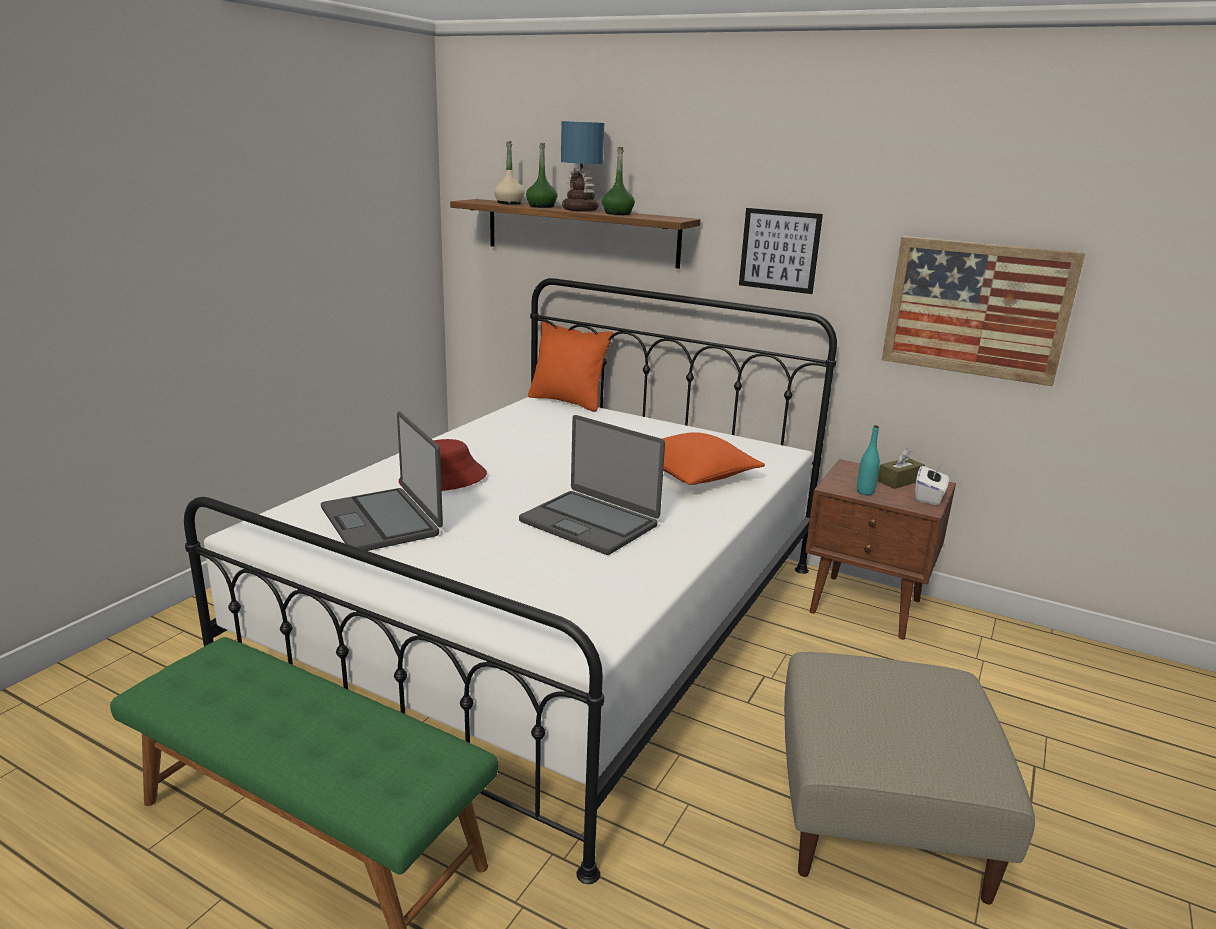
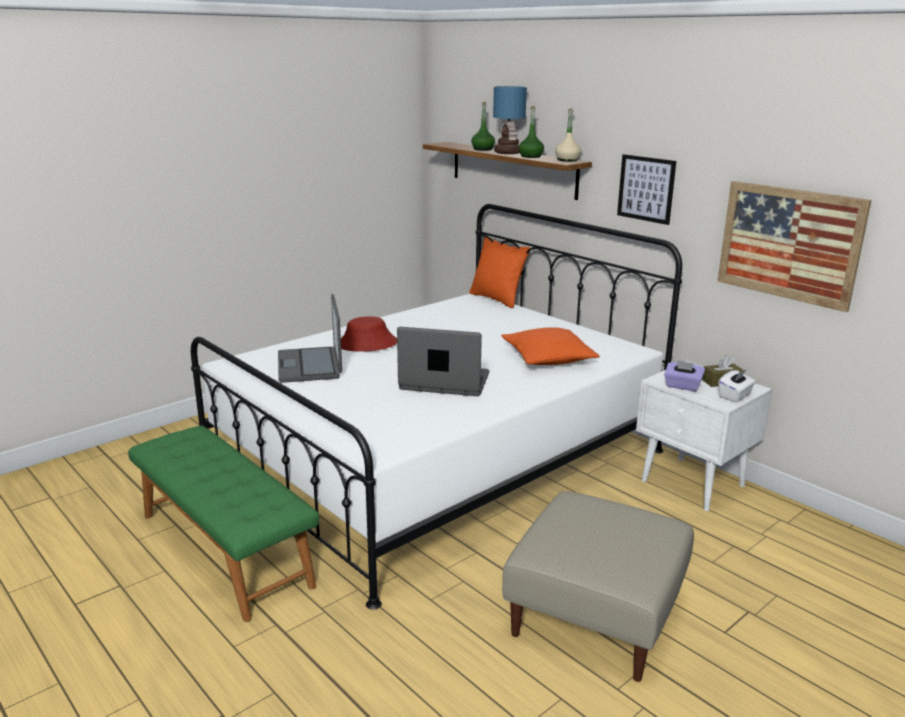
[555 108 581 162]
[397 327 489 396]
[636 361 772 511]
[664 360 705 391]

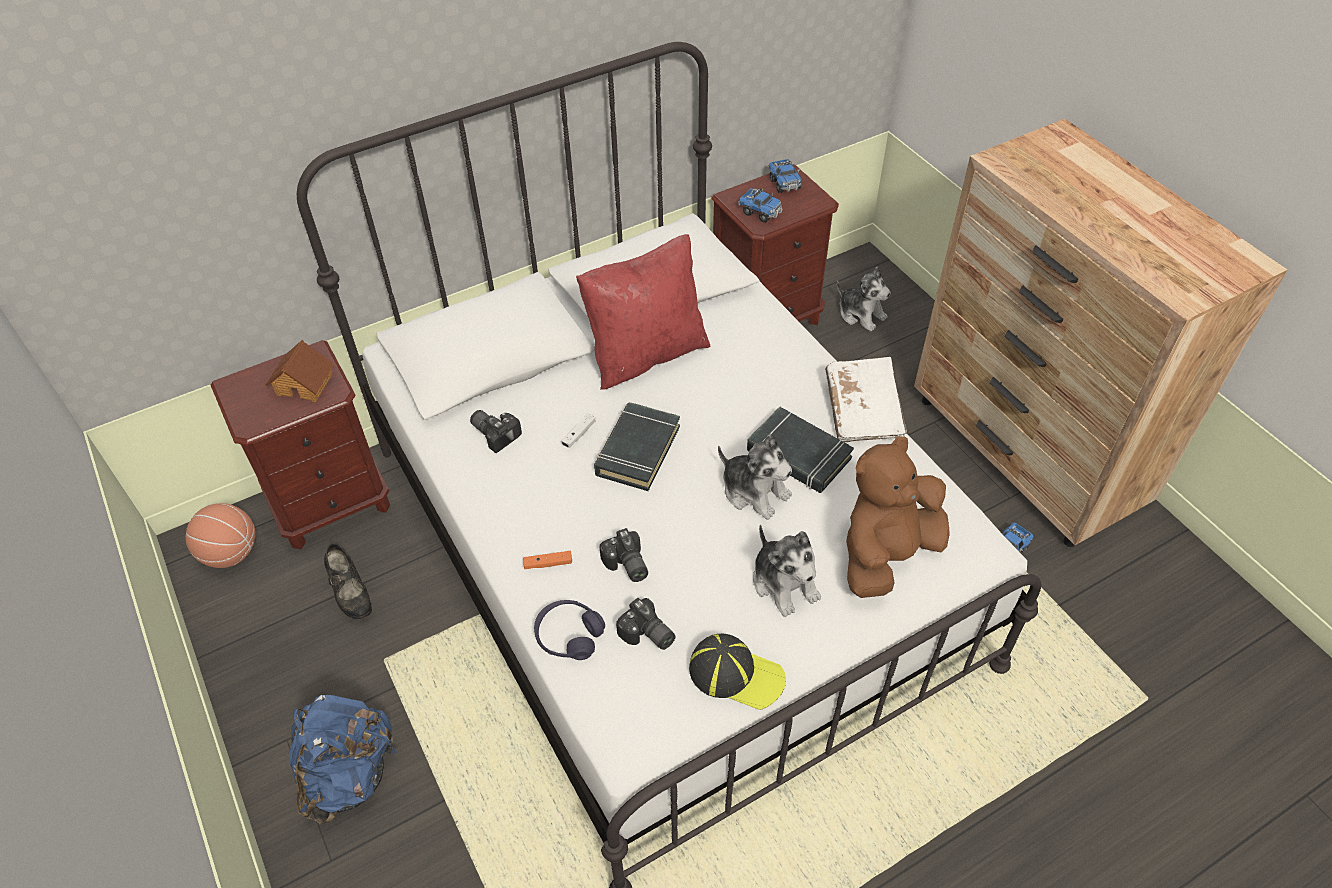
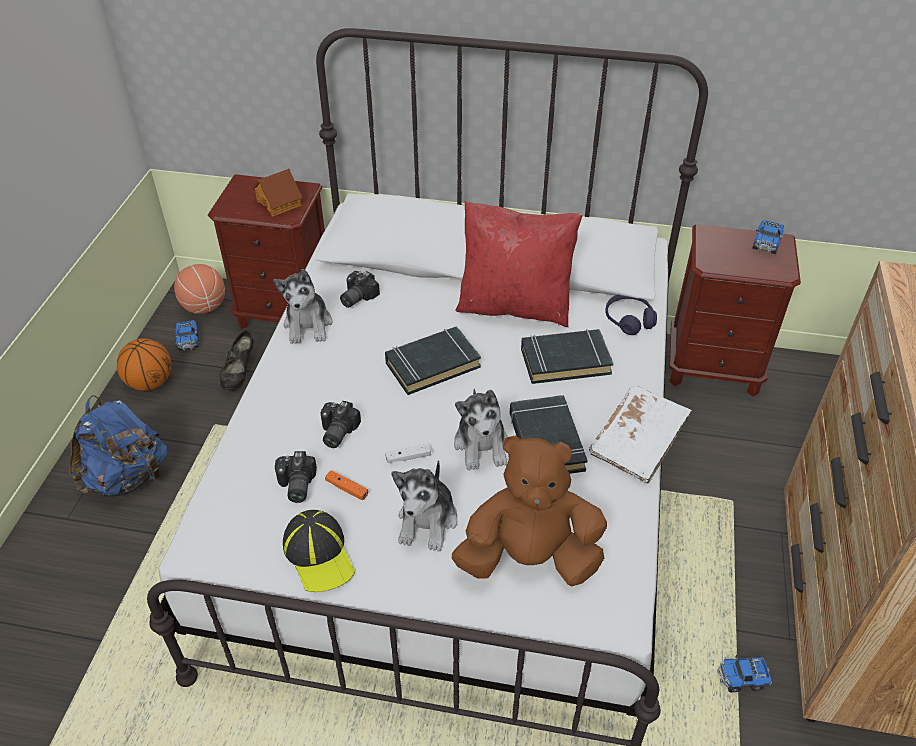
[340 271 380 308]
[325 470 368 500]
[605 295 657 335]
[385 444 431 463]
[174 320 199 351]
[273 269 333 344]
[117 338 171 391]
[521 329 614 384]

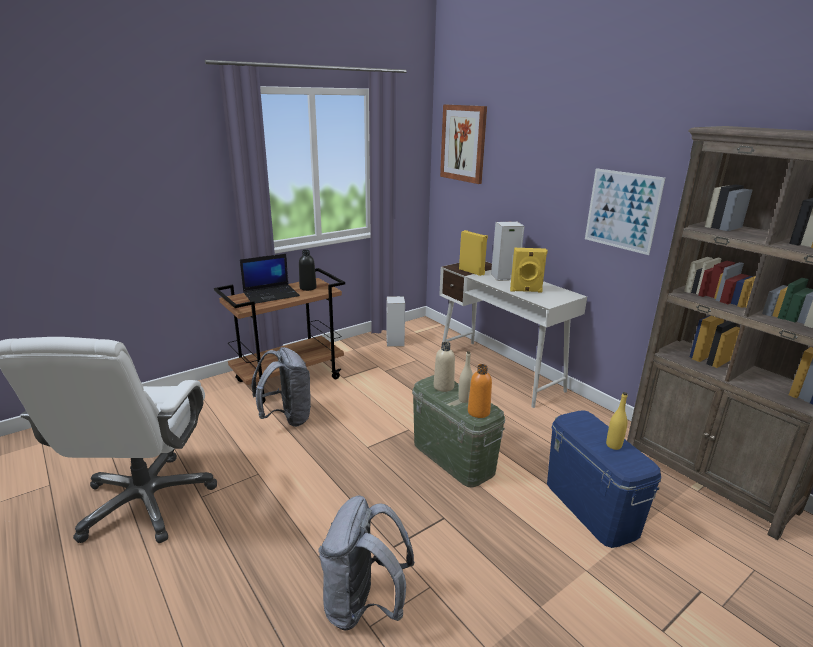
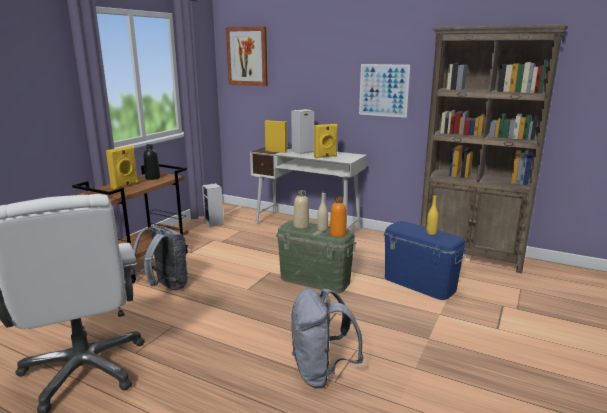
[106 146 138 189]

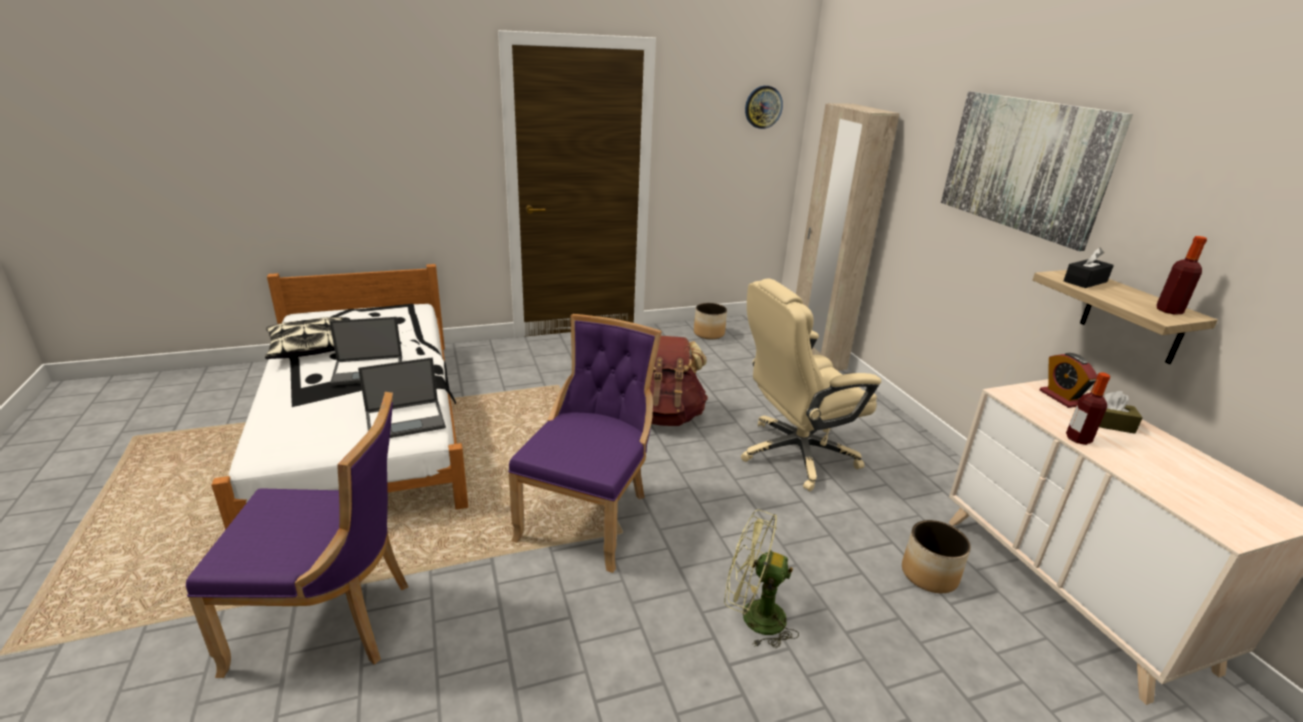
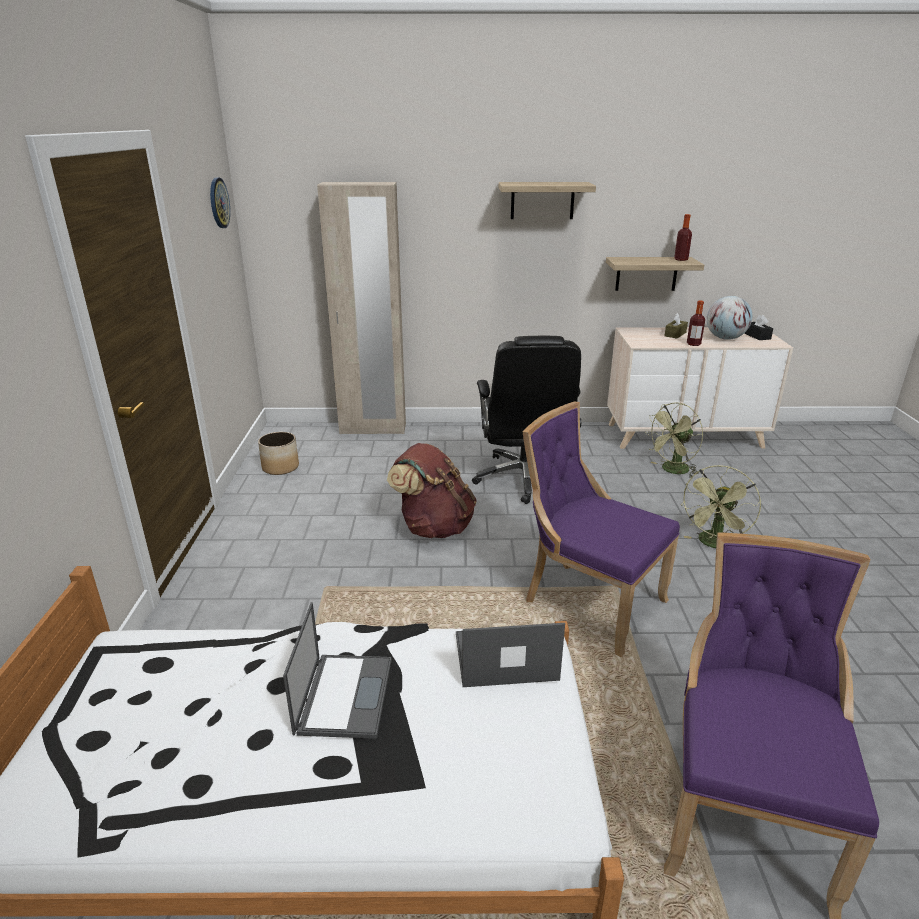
[265 317 343 359] (first image)
[456 623 565 687]
[472 336 581 504]
[645 402 703 478]
[499 182 596 219]
[1039 353 1097 408] (first image)
[744 314 773 340]
[707 296 752 340]

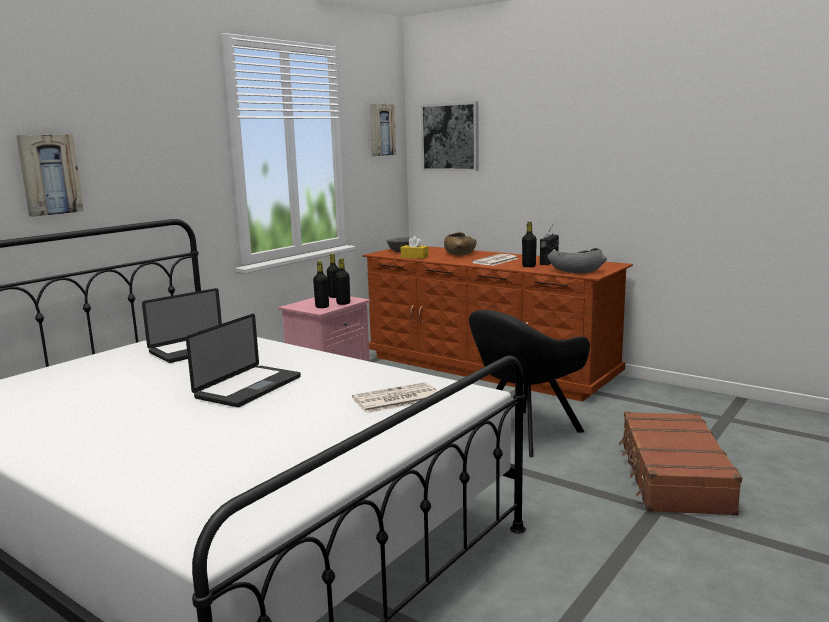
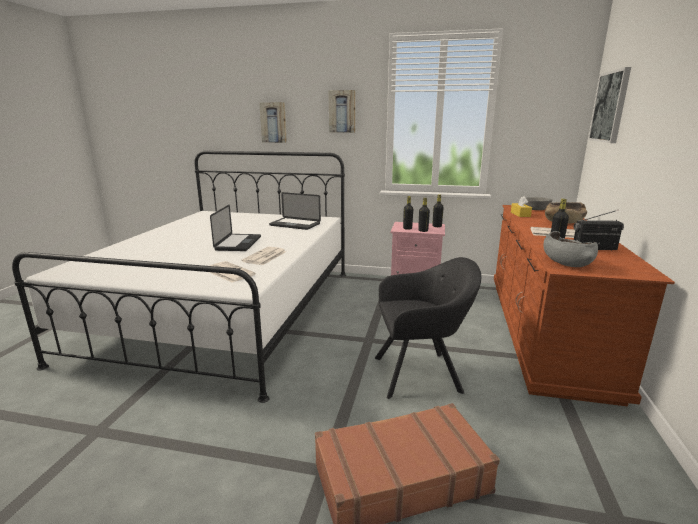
[210 205 261 251]
[329 90 356 133]
[375 257 481 399]
[241 247 286 265]

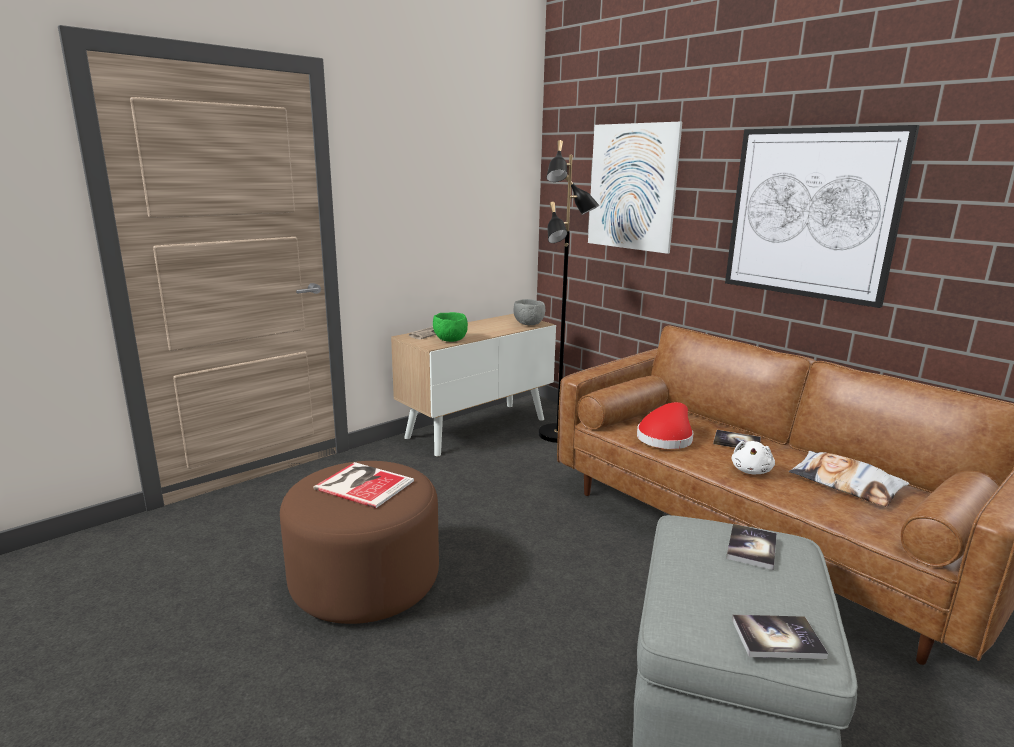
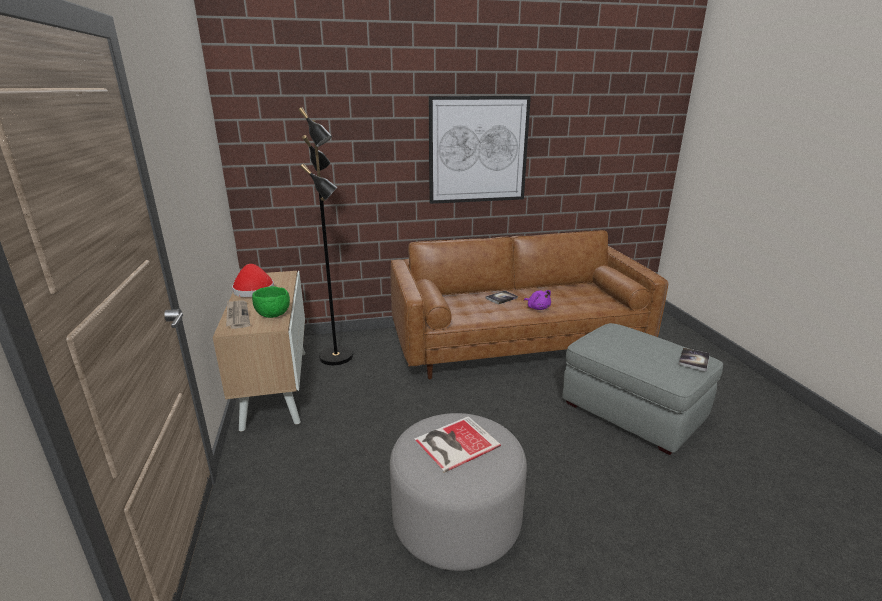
[390 413 527 571]
[514 299 545 325] (first image)
[588 122 683 254] (first image)
[232 264 274 297]
[726 524 777 570] (first image)
[524 290 551 310]
[789 451 909 507] (first image)

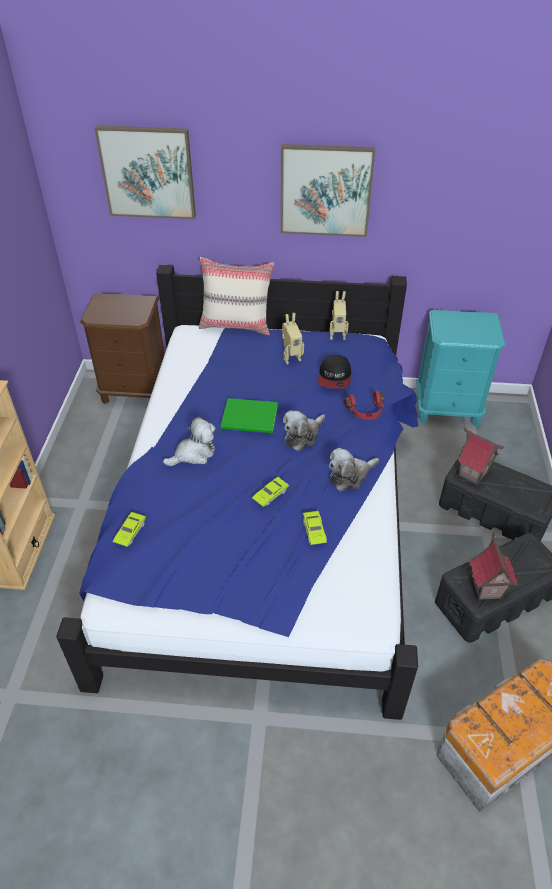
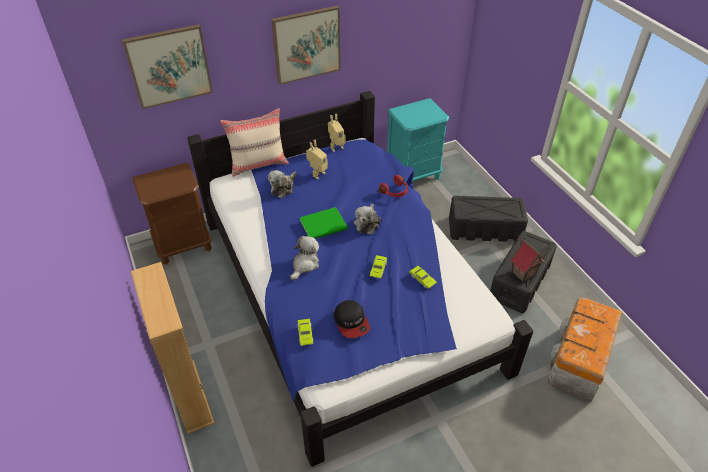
[333 300 370 338]
[268 170 296 198]
[457 428 504 485] (first image)

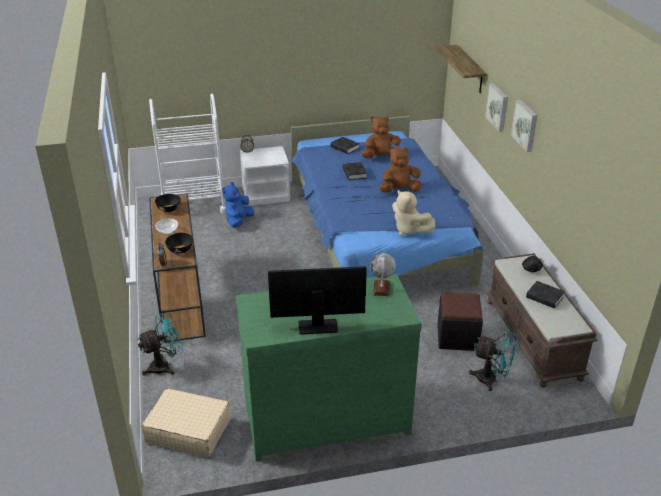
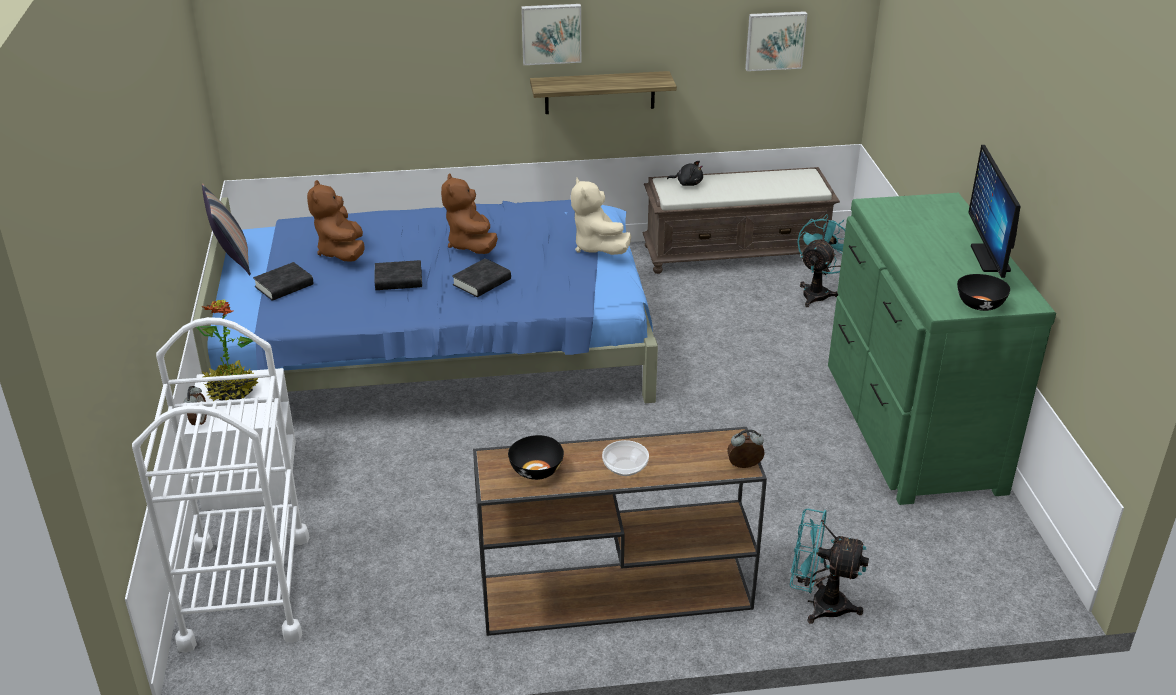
[790 509 869 624]
[141 389 230 458] (first image)
[957 274 1010 311]
[222 182 254 228] (first image)
[370 253 396 296] (first image)
[571 178 631 255]
[530 71 677 114]
[437 293 483 351] (first image)
[745 11 807 71]
[452 258 511 297]
[196 299 258 401]
[202 183 251 275]

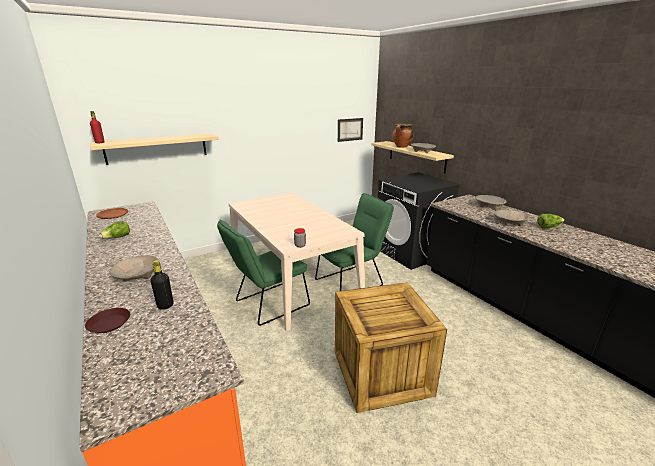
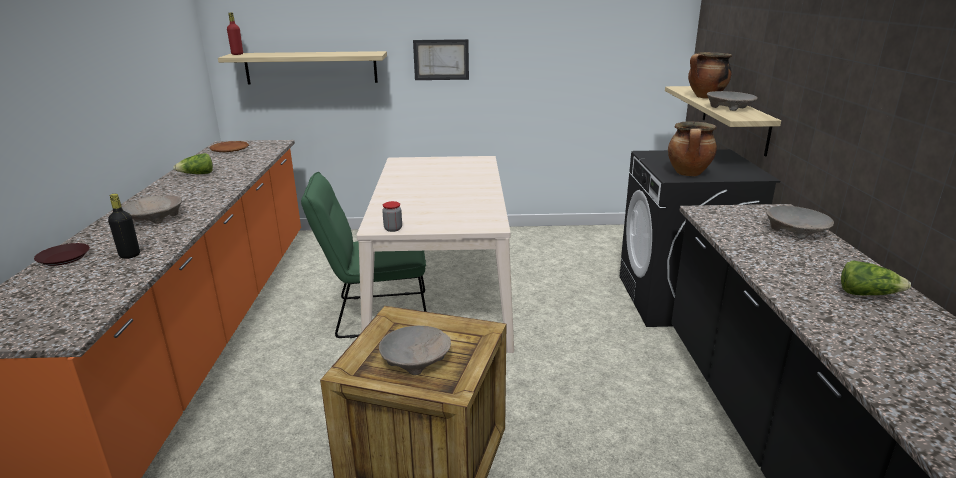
[315 193 394 291] (first image)
[413 39 469 80]
[379 326 451 375]
[668 122 717 176]

